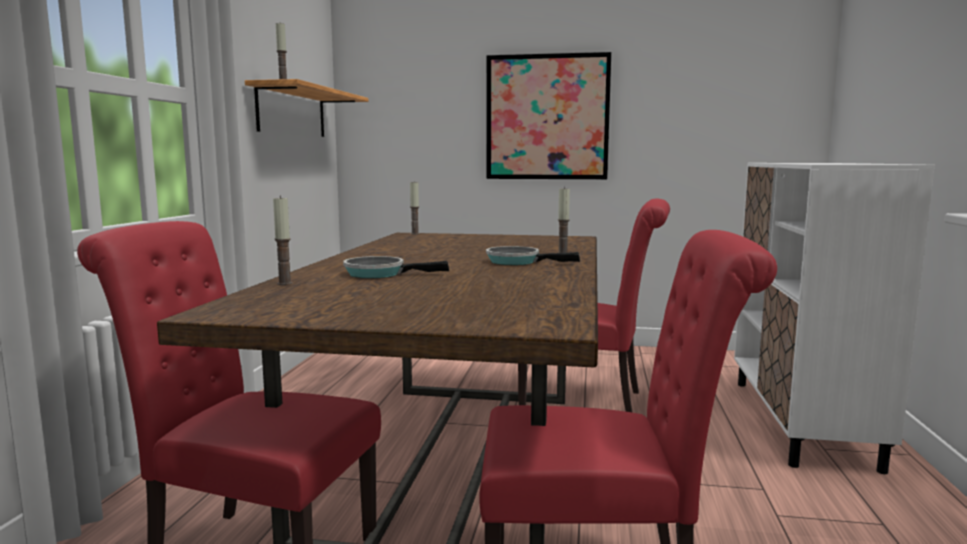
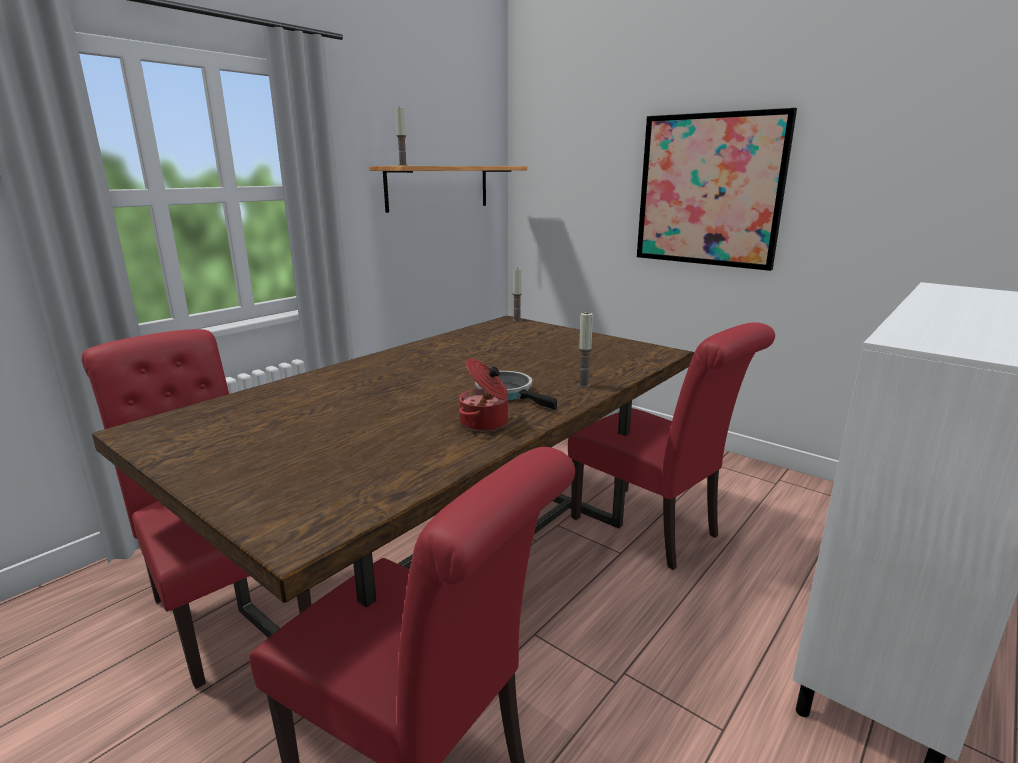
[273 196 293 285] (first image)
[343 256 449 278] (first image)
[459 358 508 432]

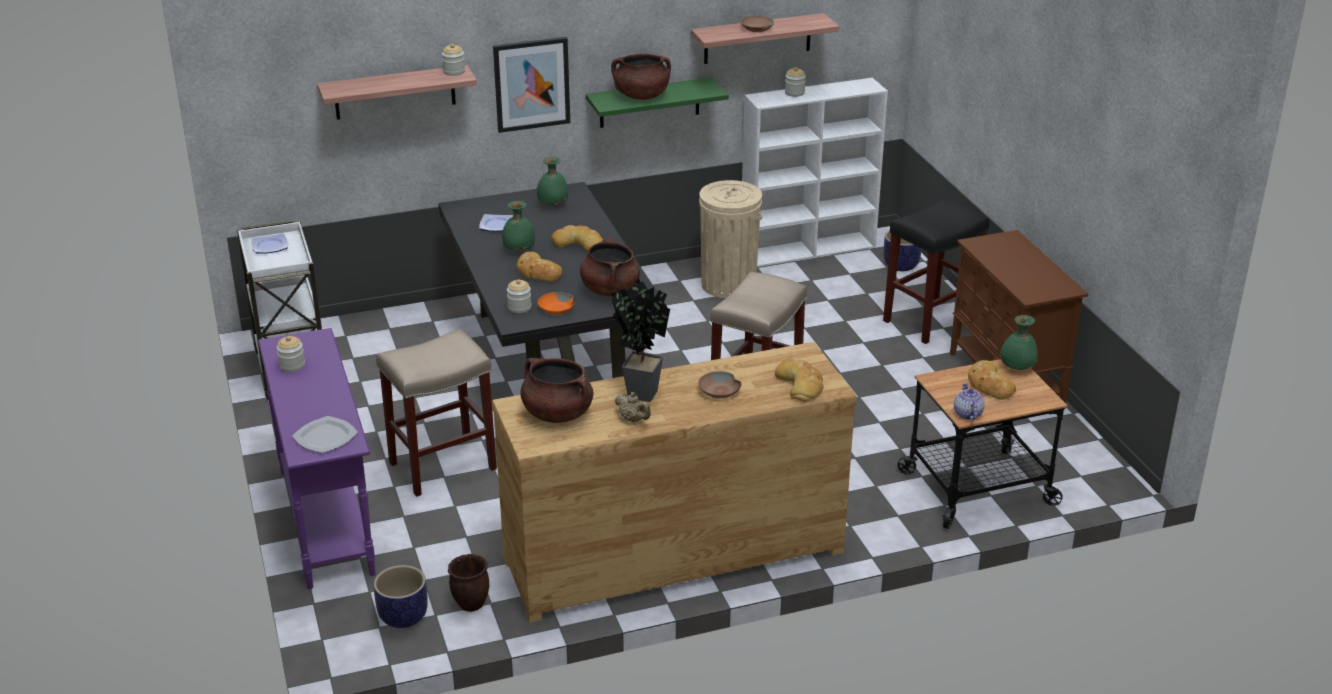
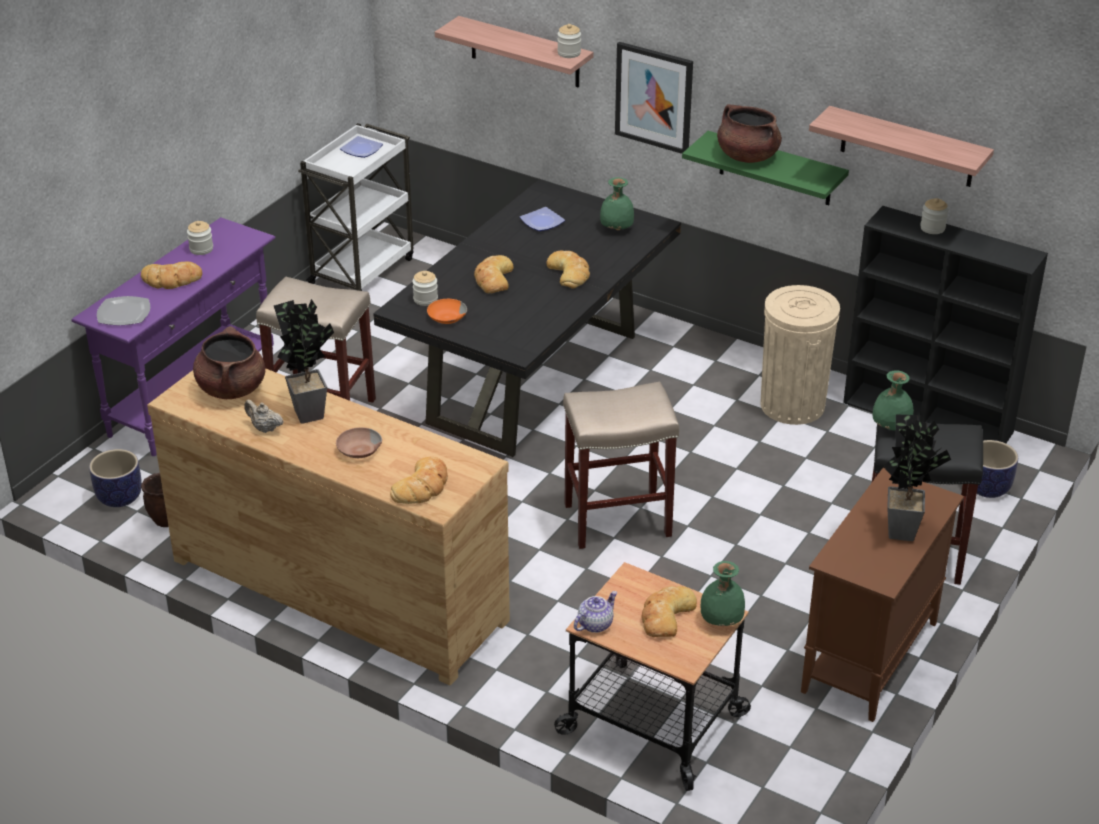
[872 370 914 431]
[580 237 640 296] (first image)
[244 399 284 433]
[741 16 774 32] (first image)
[843 206 1048 443]
[141 261 202 289]
[884 414 951 541]

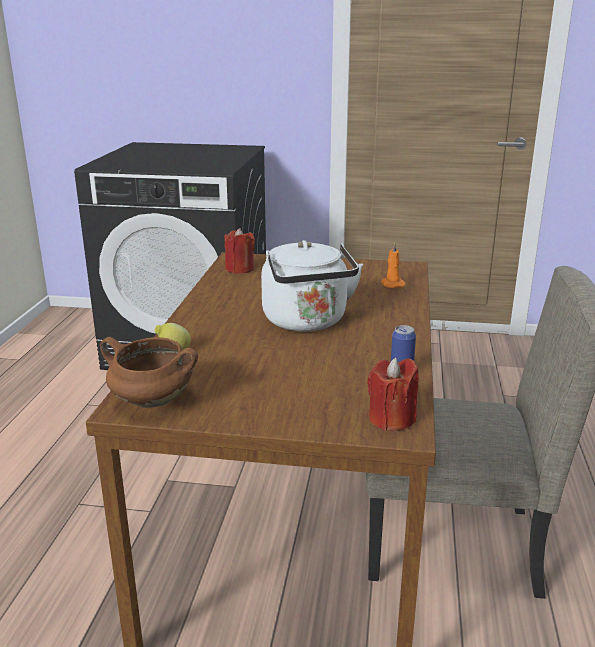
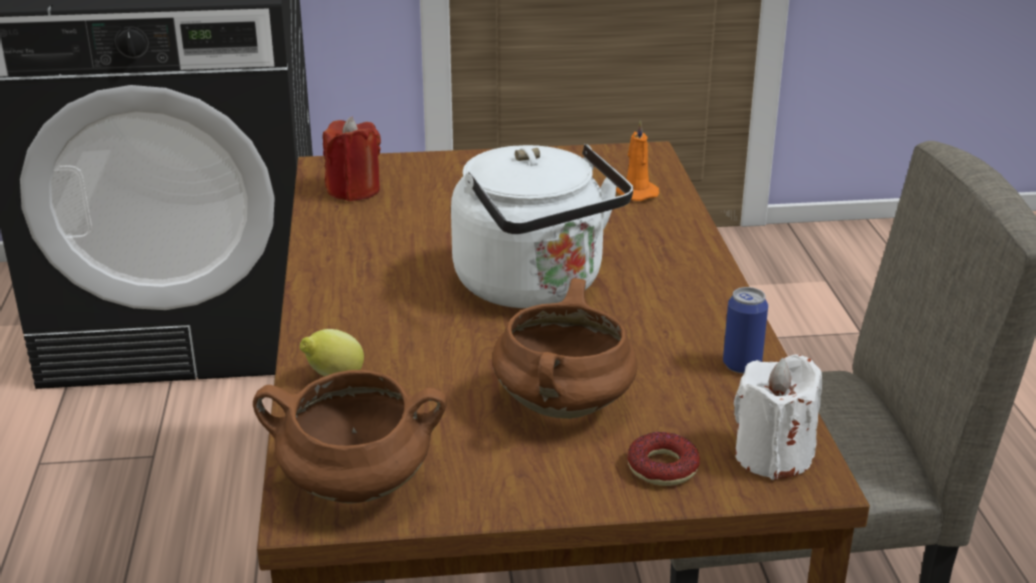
[734 354 822 480]
[492 278 638 419]
[627 432 700 486]

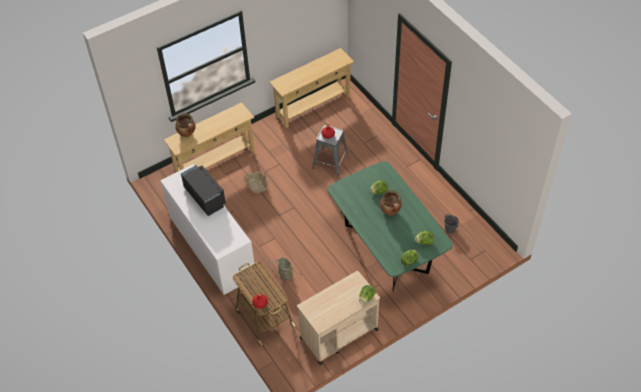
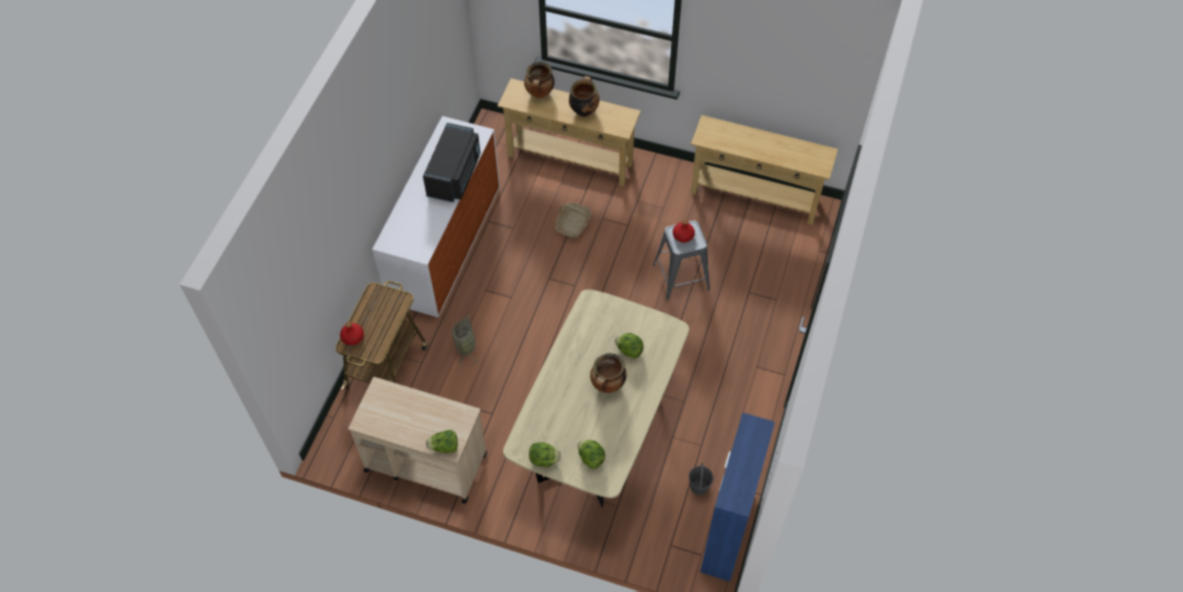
[503 289 689 508]
[569 76 600 117]
[700 412 775 582]

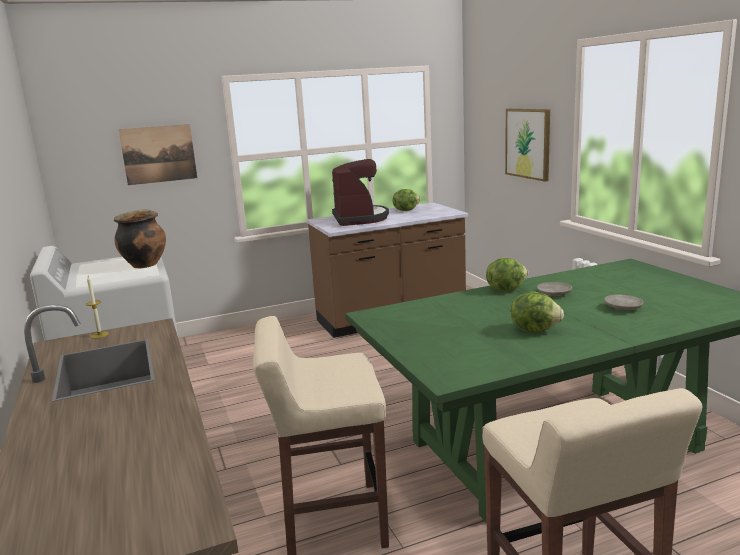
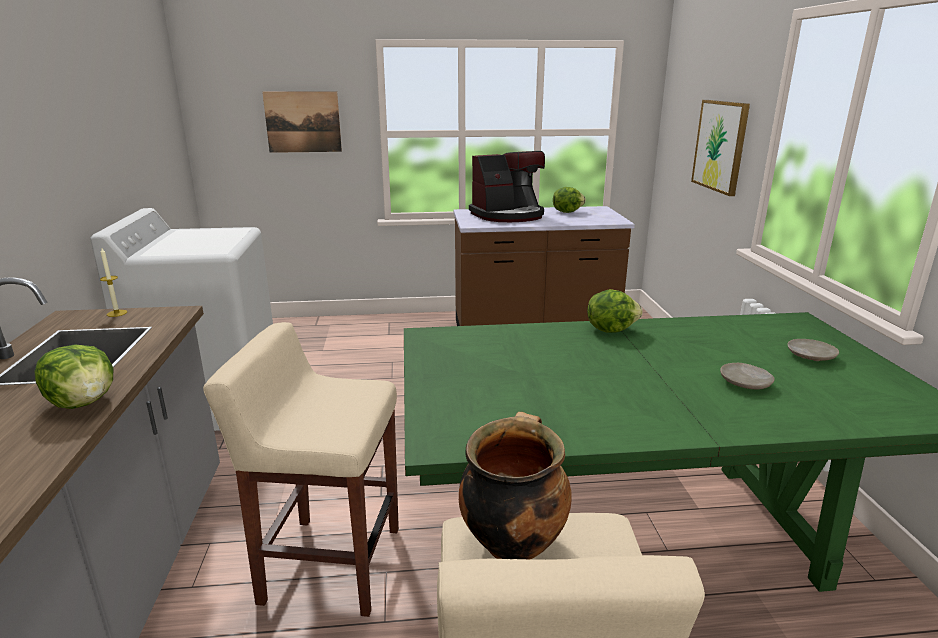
[459 412 572 559]
[469 151 545 222]
[34 344 113 409]
[787 339 839 361]

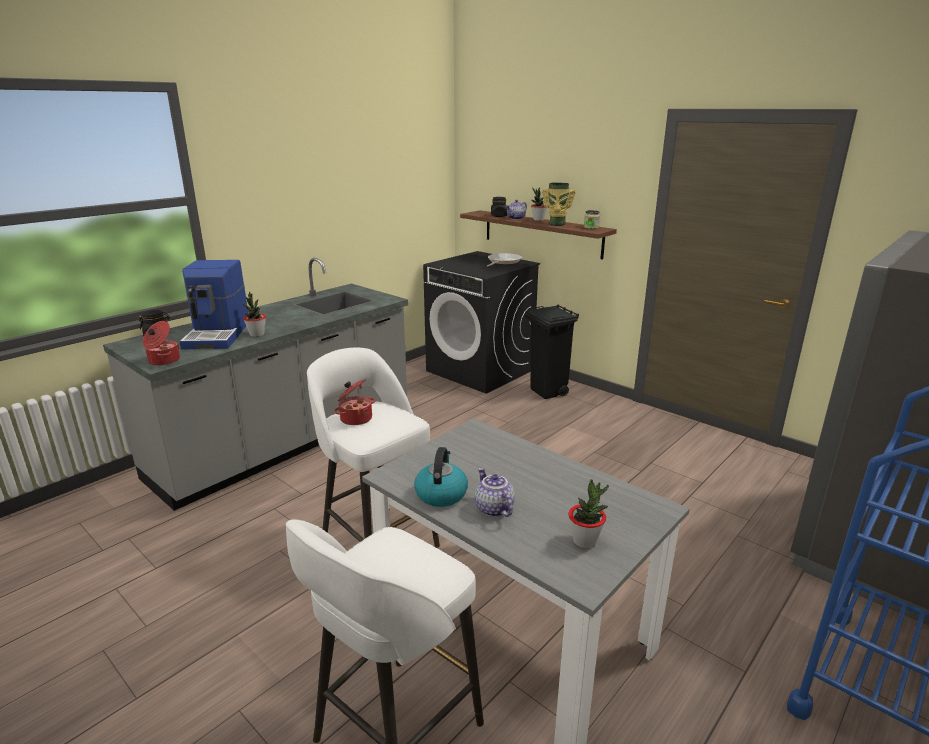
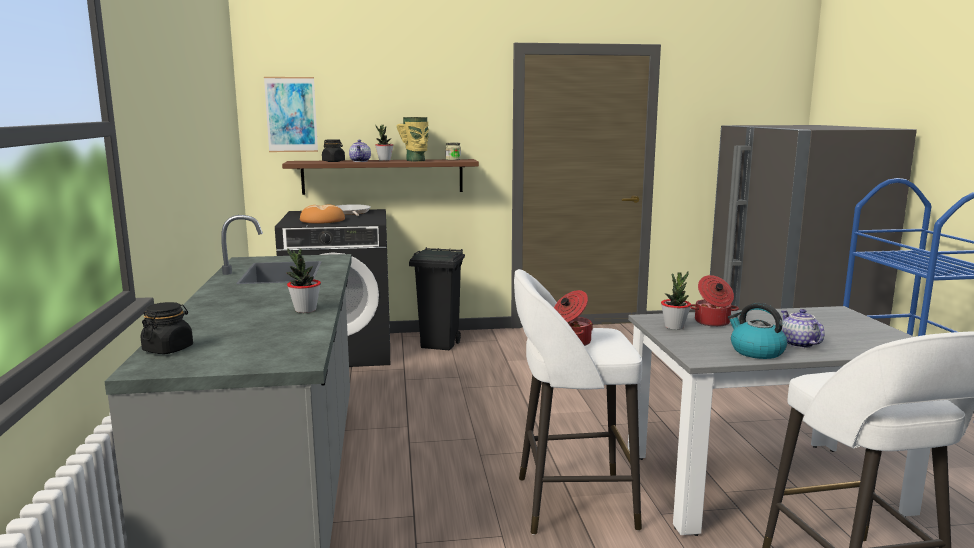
[690 275 739 327]
[179 260 249 349] (first image)
[781 309 824 348]
[661 271 691 330]
[264 77 318 152]
[300 204 345 224]

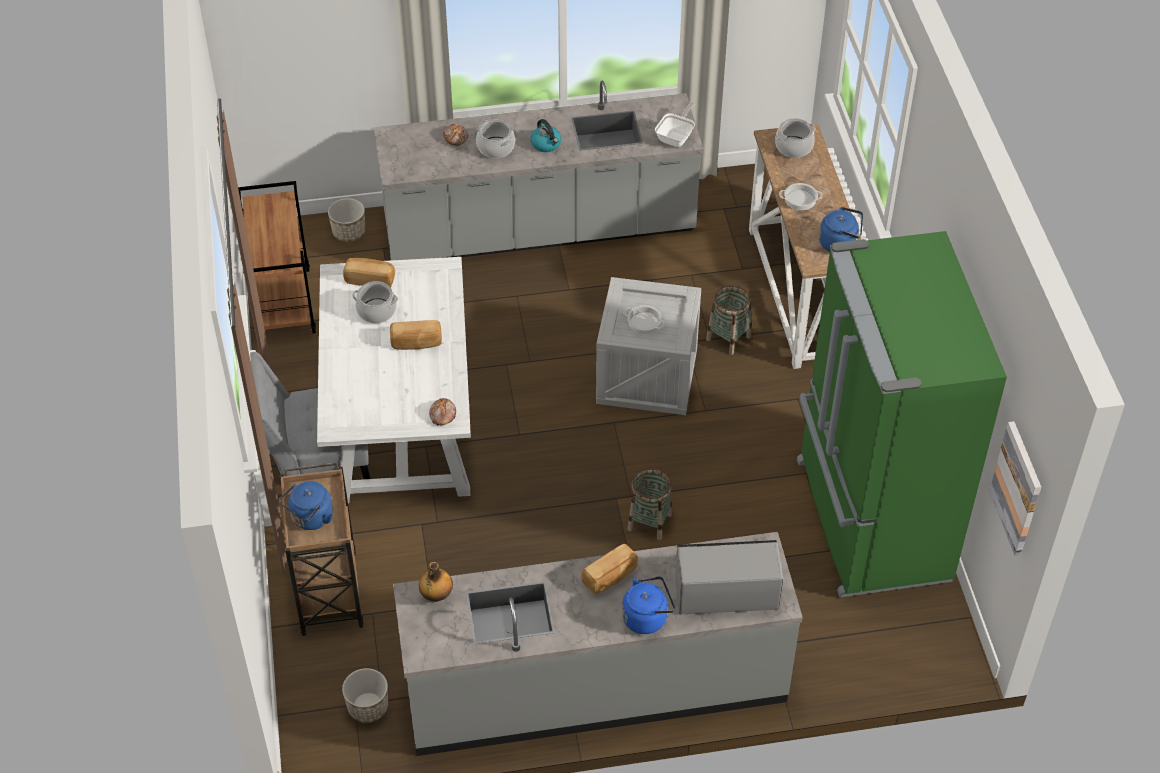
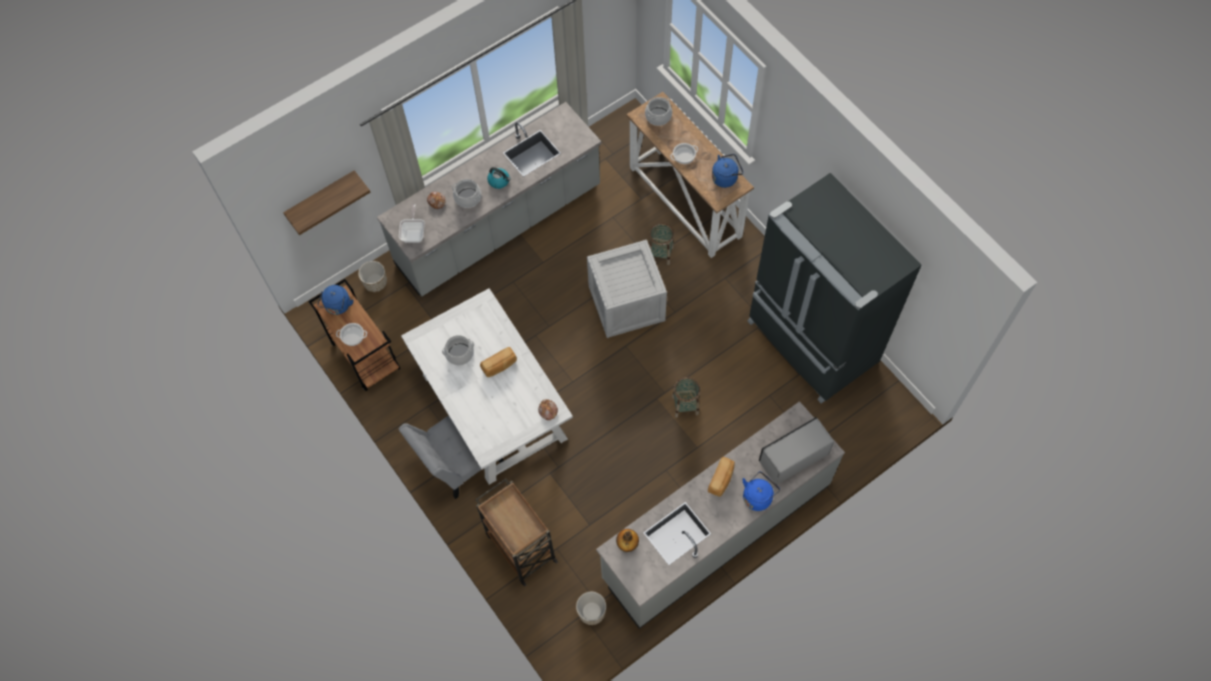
[317 285 353 315]
[343 258 395 287] (first image)
[336 323 367 346]
[399 204 425 243]
[747 173 922 403]
[990 421 1041 556] (first image)
[283 170 371 235]

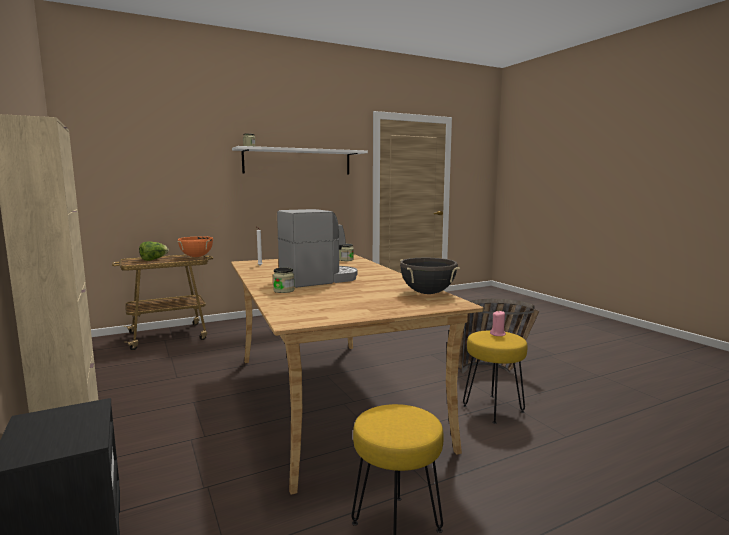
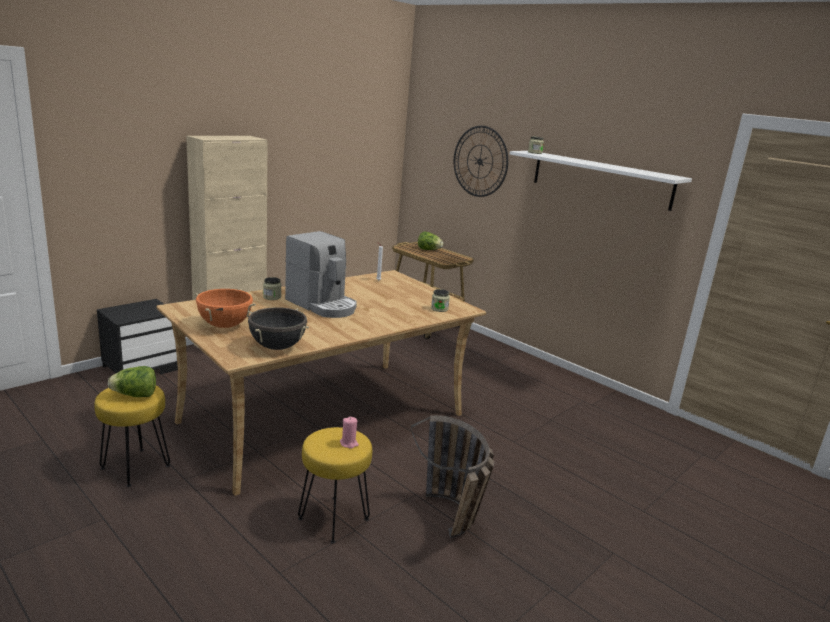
[194 289 256 328]
[108 366 156 397]
[454 126 508 197]

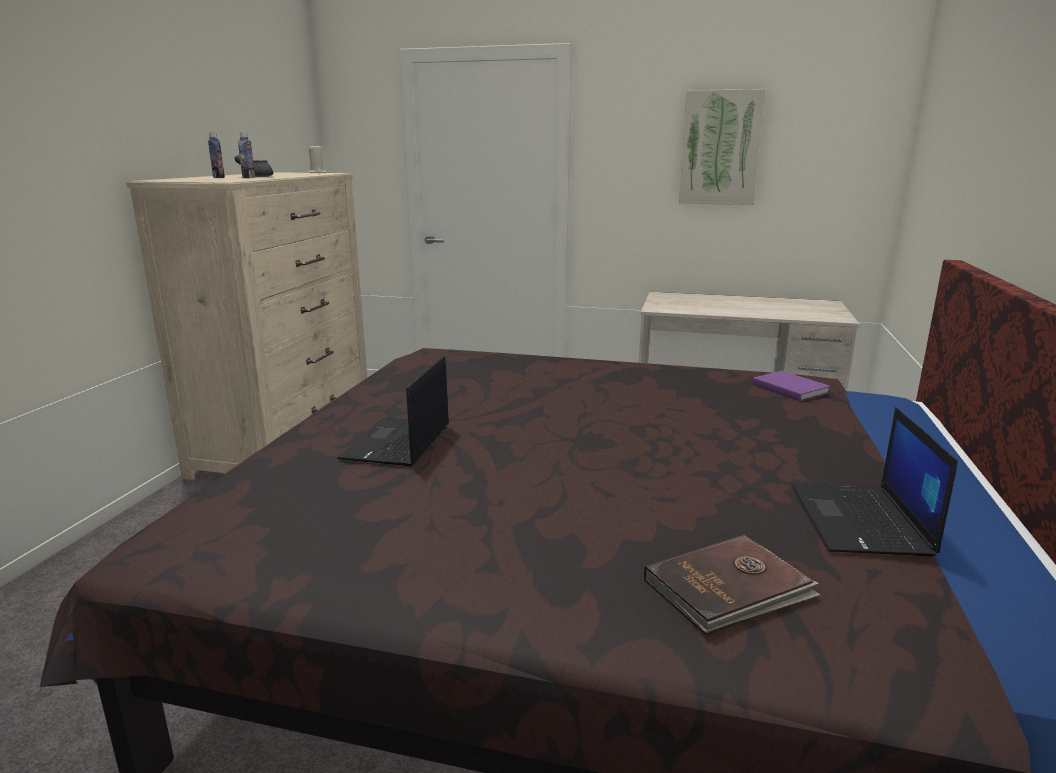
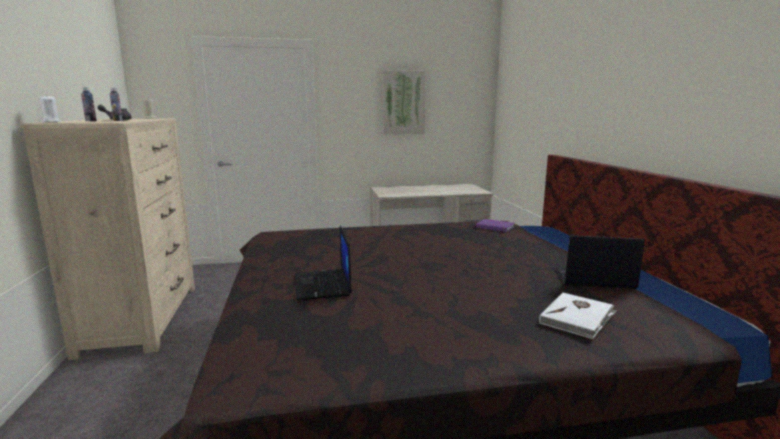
[539 292 617 339]
[556 235 645 289]
[40 95 61 122]

